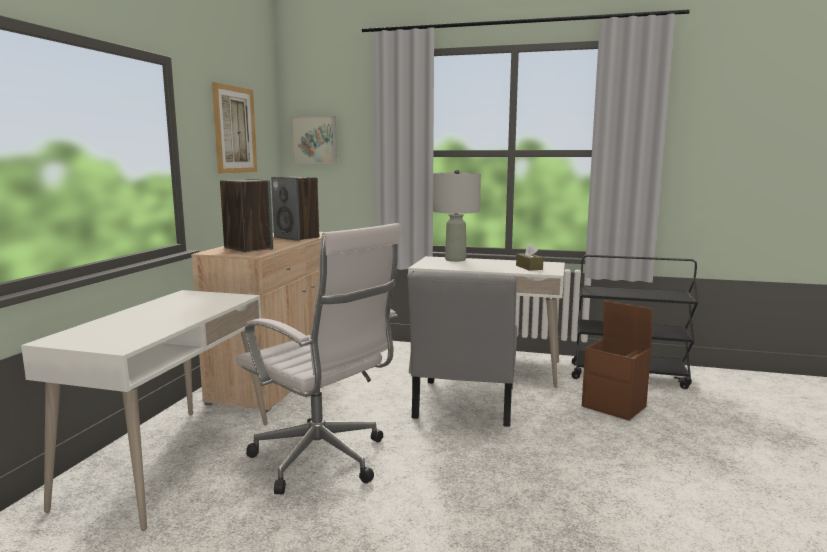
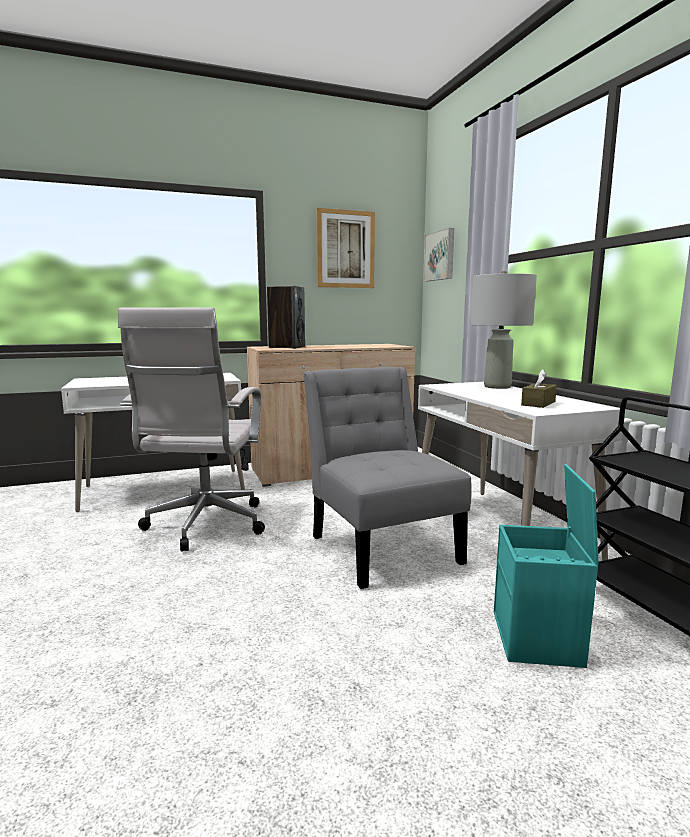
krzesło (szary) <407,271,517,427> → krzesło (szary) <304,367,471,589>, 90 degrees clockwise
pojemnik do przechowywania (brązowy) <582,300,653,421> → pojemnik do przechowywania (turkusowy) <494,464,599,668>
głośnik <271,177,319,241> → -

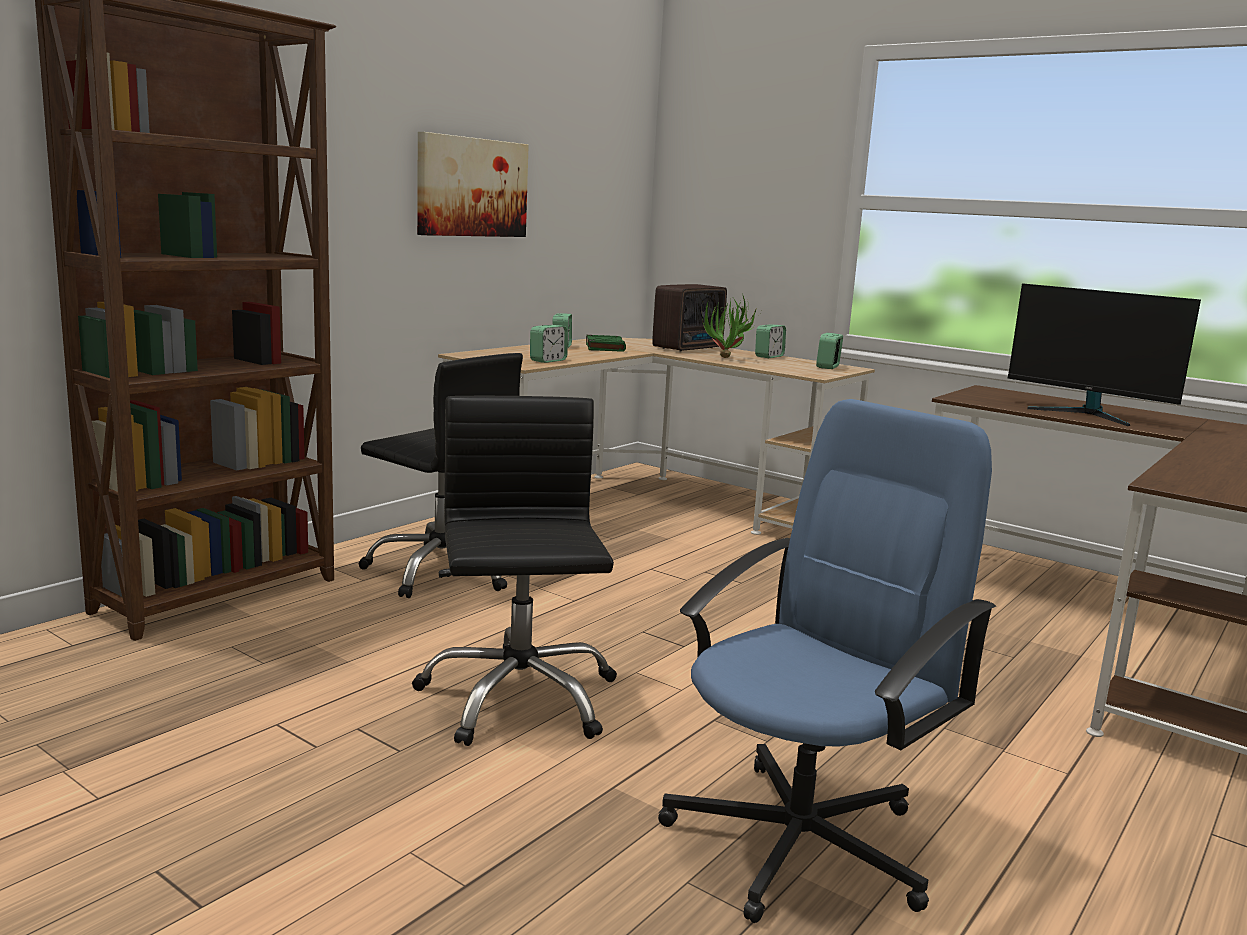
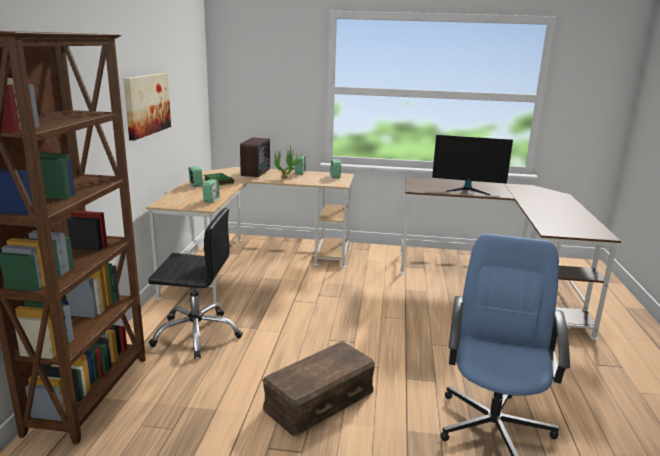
krzesło biurowe (czarny) <412,396,617,746> → pojemnik do przechowywania (brązowy) <262,342,375,436>

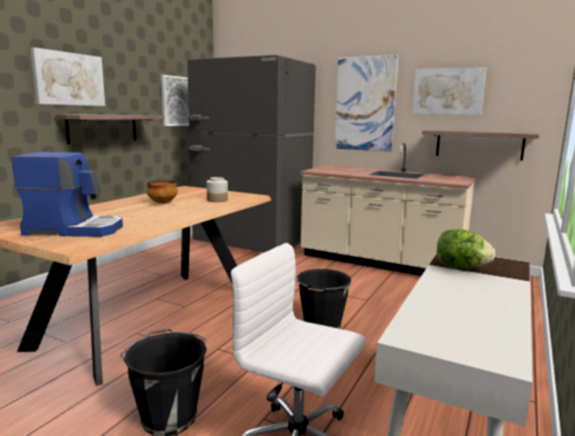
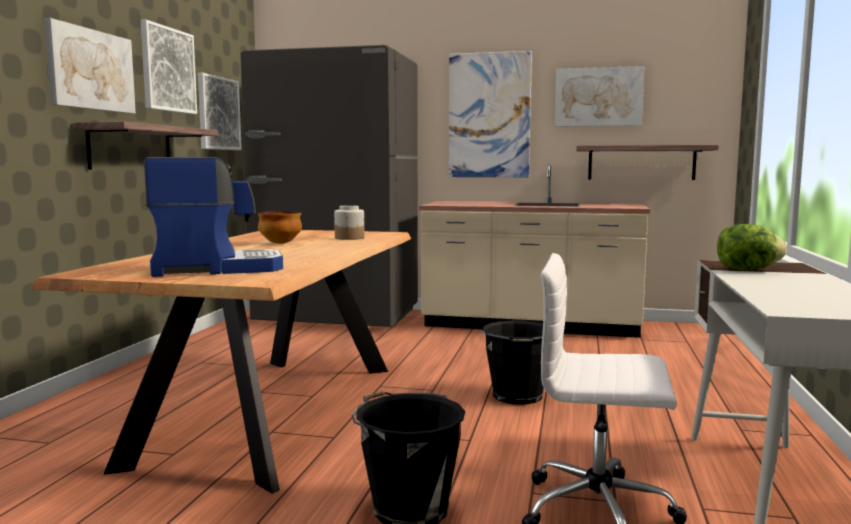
- → obraz <141,20,197,114>

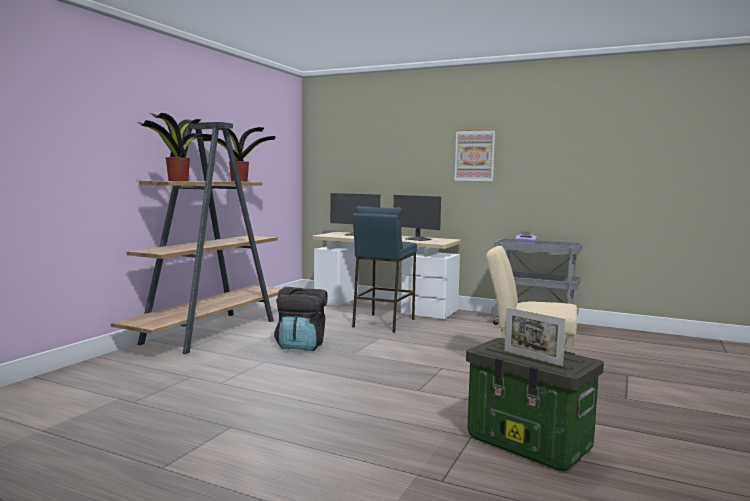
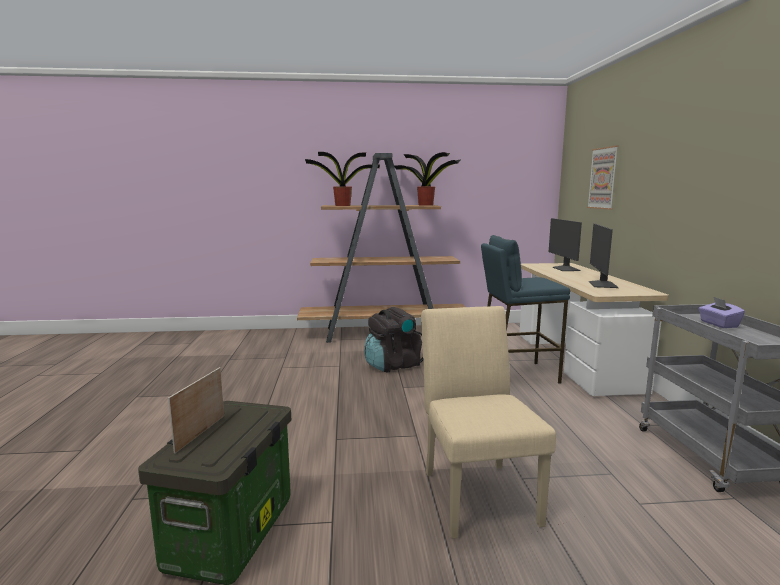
obraz <454,129,495,182> → obraz <587,145,619,210>, shifted

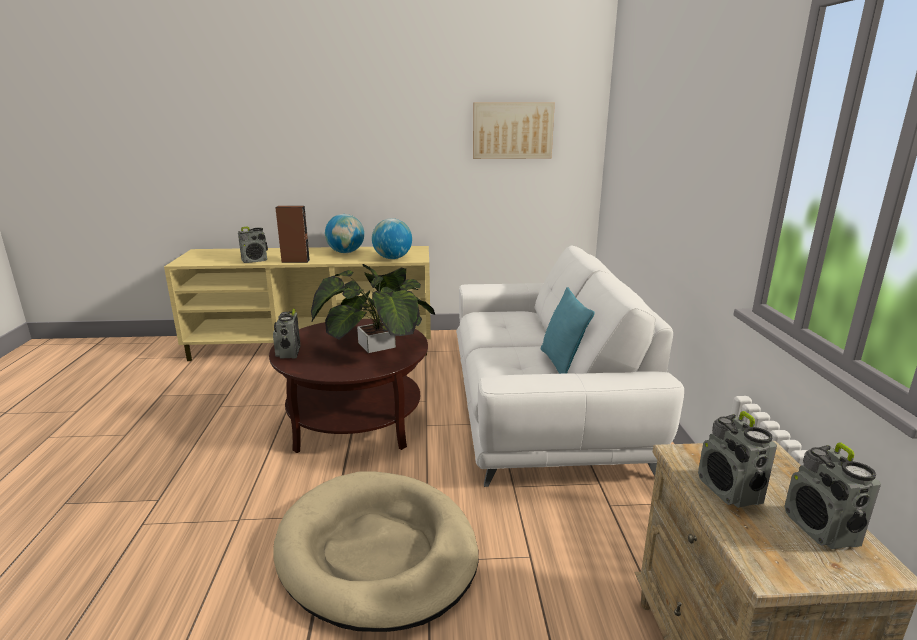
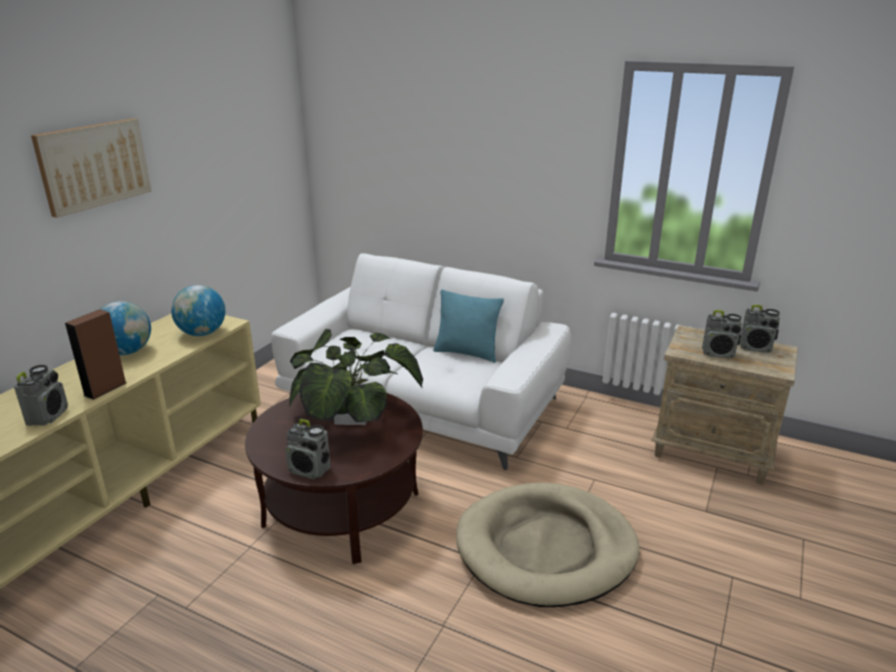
obraz <473,103,555,159> → obraz <31,118,151,218>, shifted

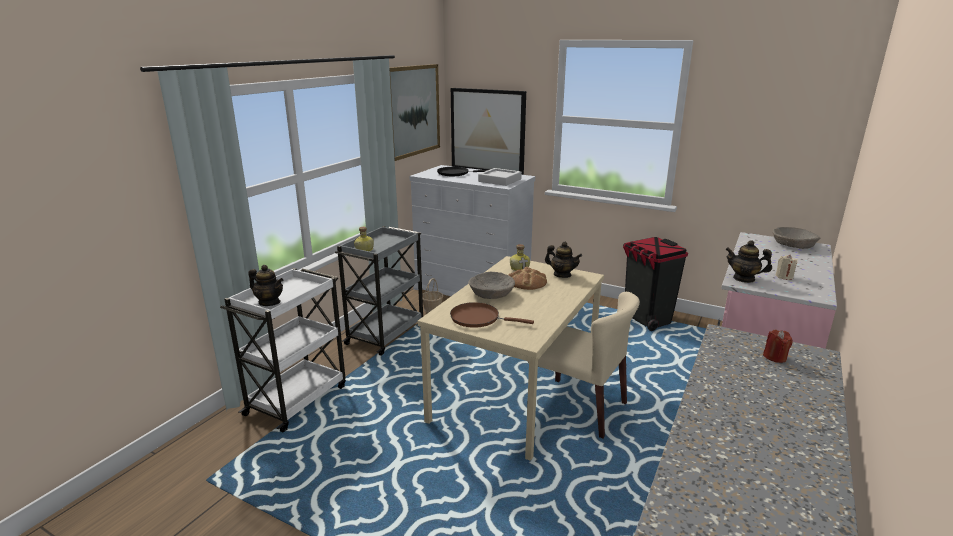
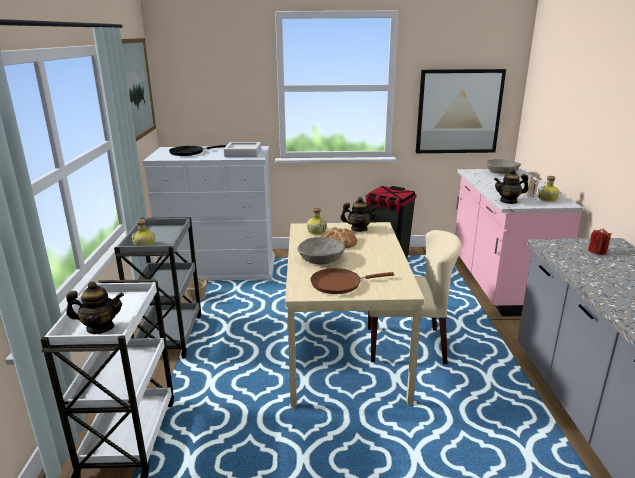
obraz <451,88,526,175> → obraz <416,69,506,153>, shifted
- → butelka <538,176,560,202>

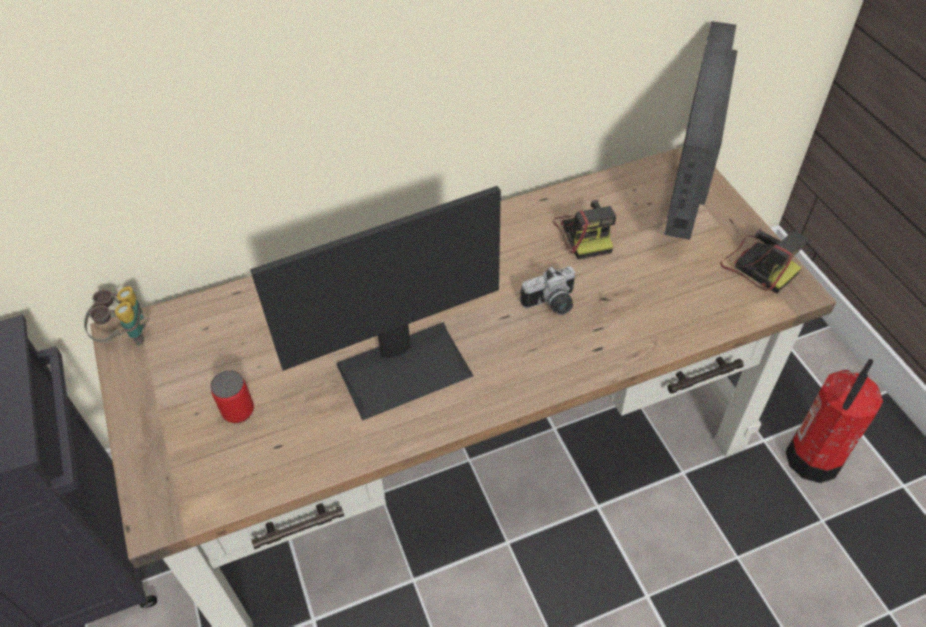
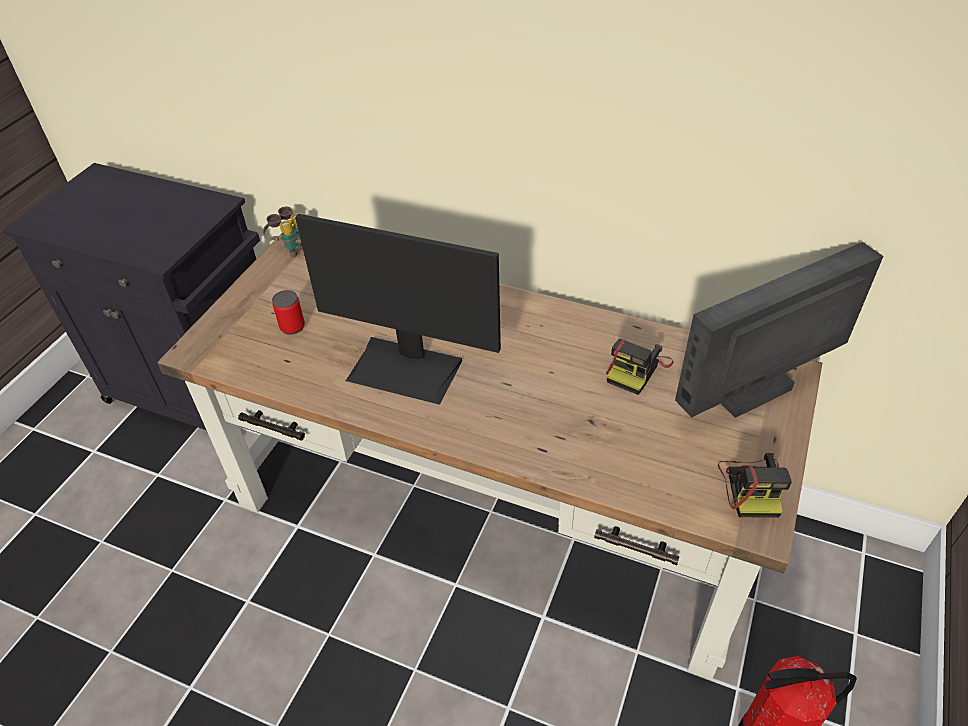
aparat fotograficzny <520,266,576,315> → -

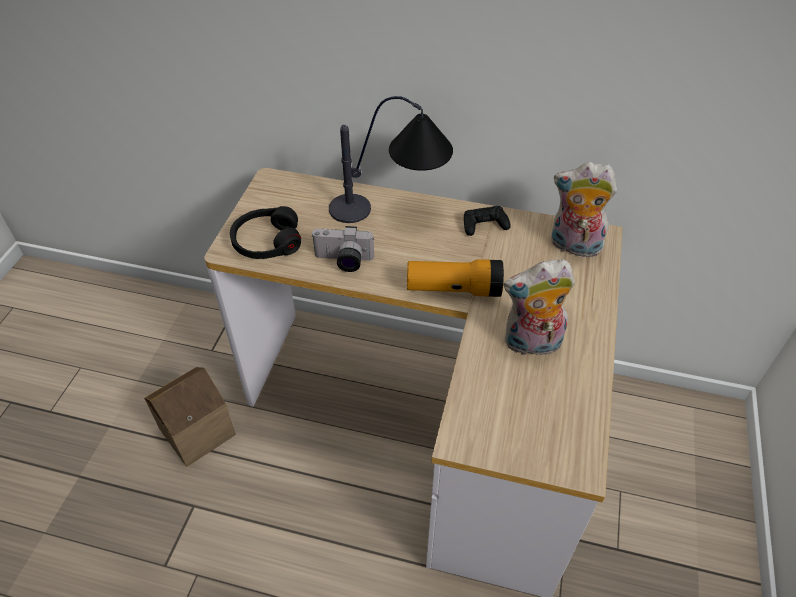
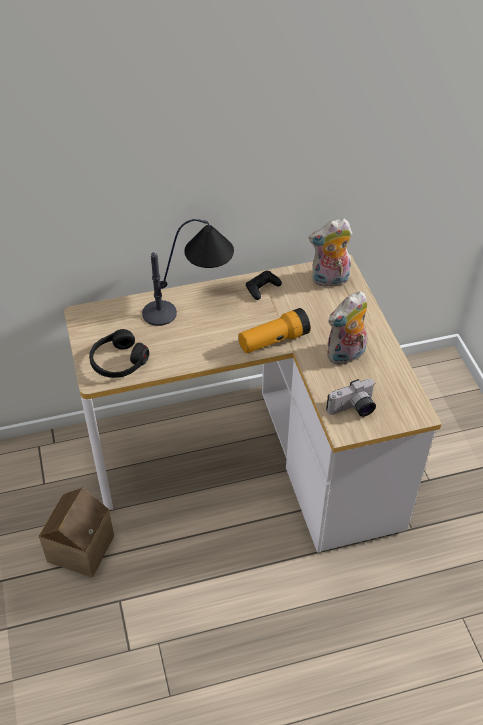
aparat fotograficzny <311,226,375,272> → aparat fotograficzny <326,379,376,417>, shifted

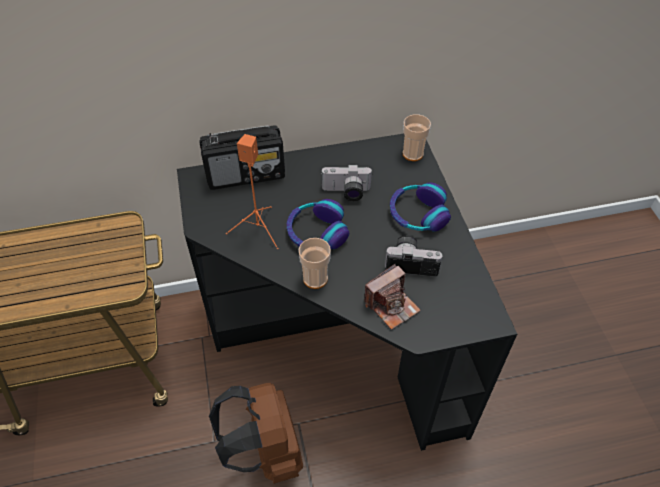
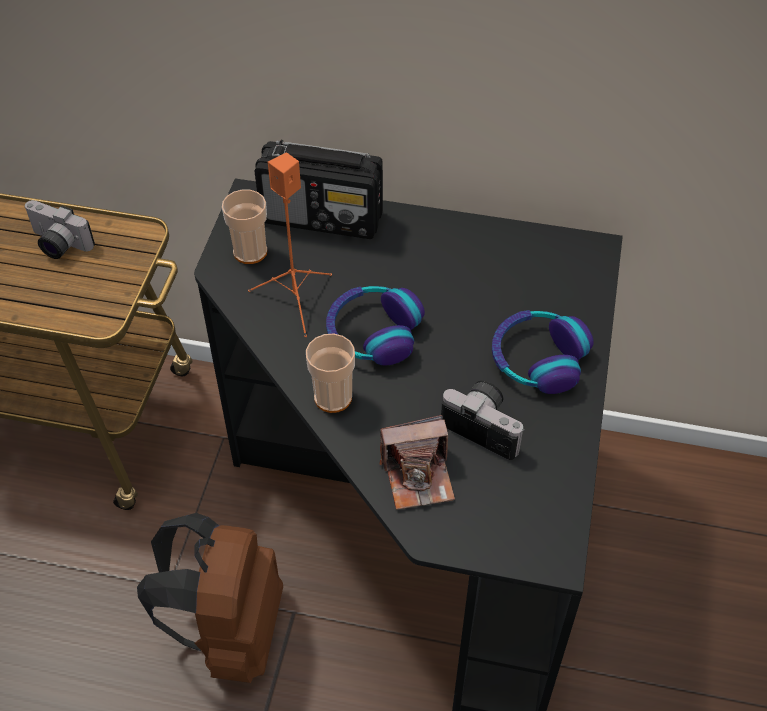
aparat fotograficzny <322,164,373,201> → aparat fotograficzny <24,200,95,259>, shifted
filiżanka <403,114,431,161> → filiżanka <222,190,267,264>, shifted

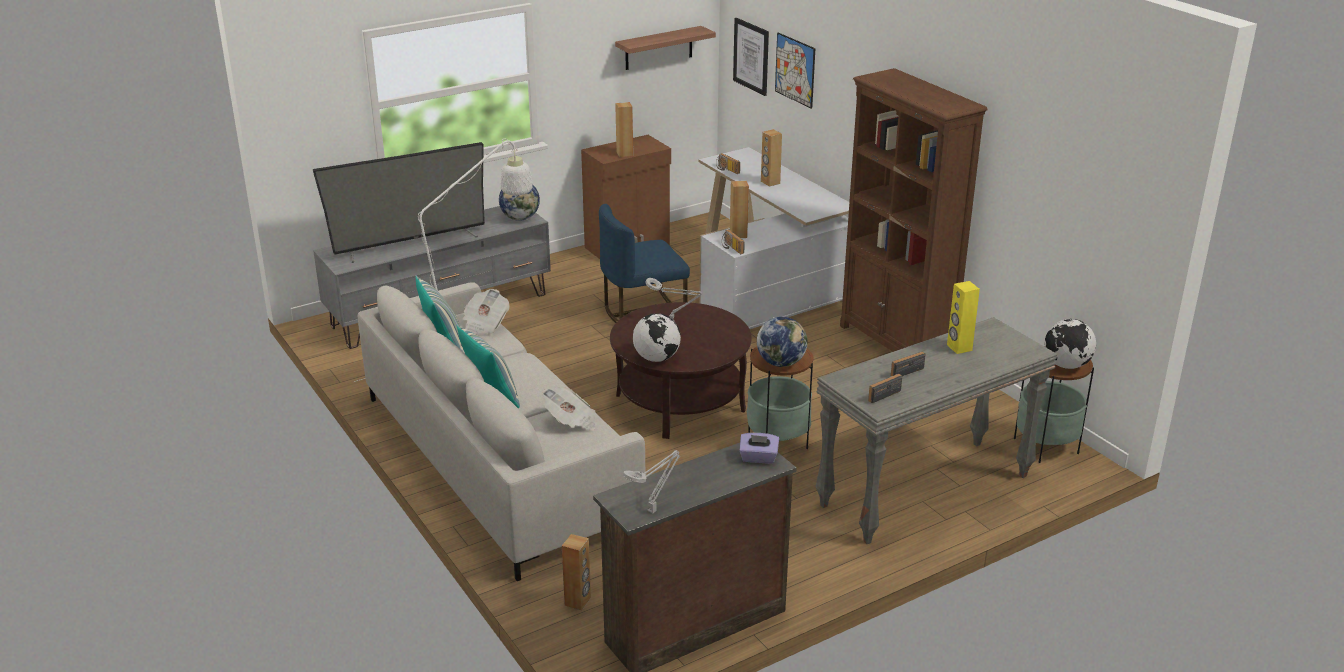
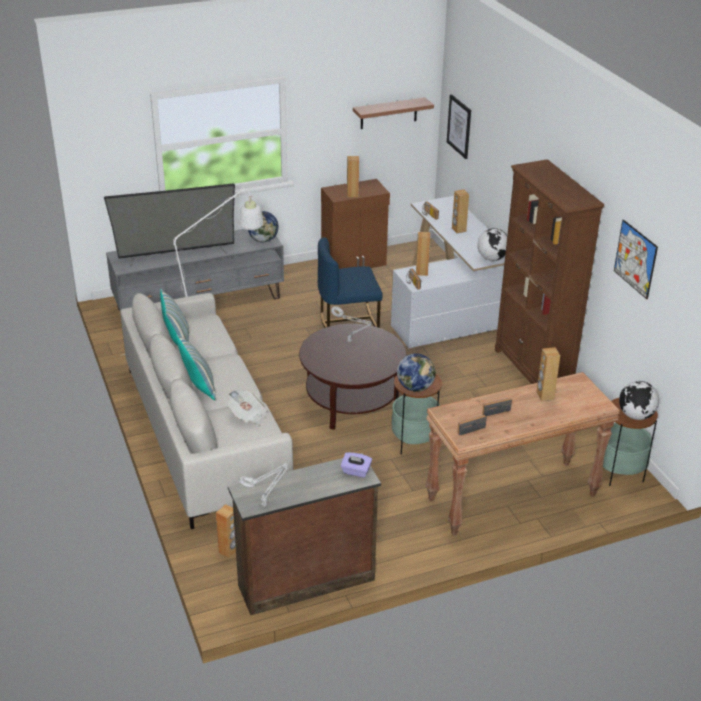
stolik konsolowy (szary) <815,317,1057,544> → stolik konsolowy (brązowy) <425,372,620,536>
globus <633,313,681,362> → globus <477,228,507,261>, shifted
głośnik (żółty) <947,281,980,354> → głośnik (brązowy) <536,347,560,401>
obraz <775,33,815,109> → obraz <614,220,658,299>, shifted
gazeta <463,289,509,335> → -

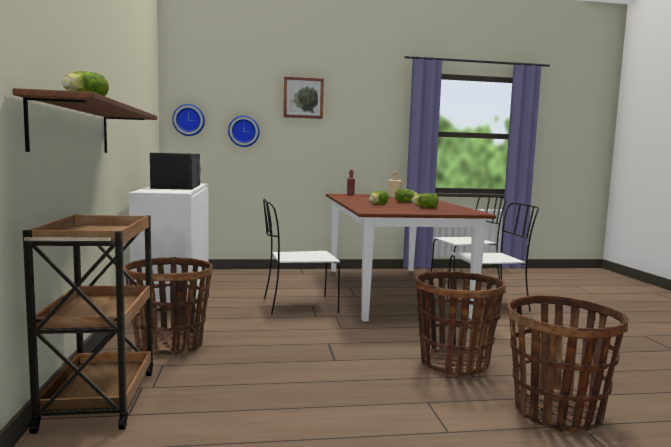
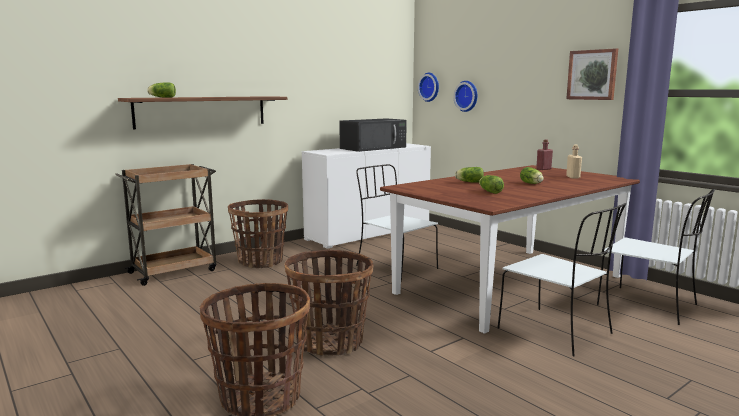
obraz <283,77,324,119> → obraz <566,48,618,100>, shifted

